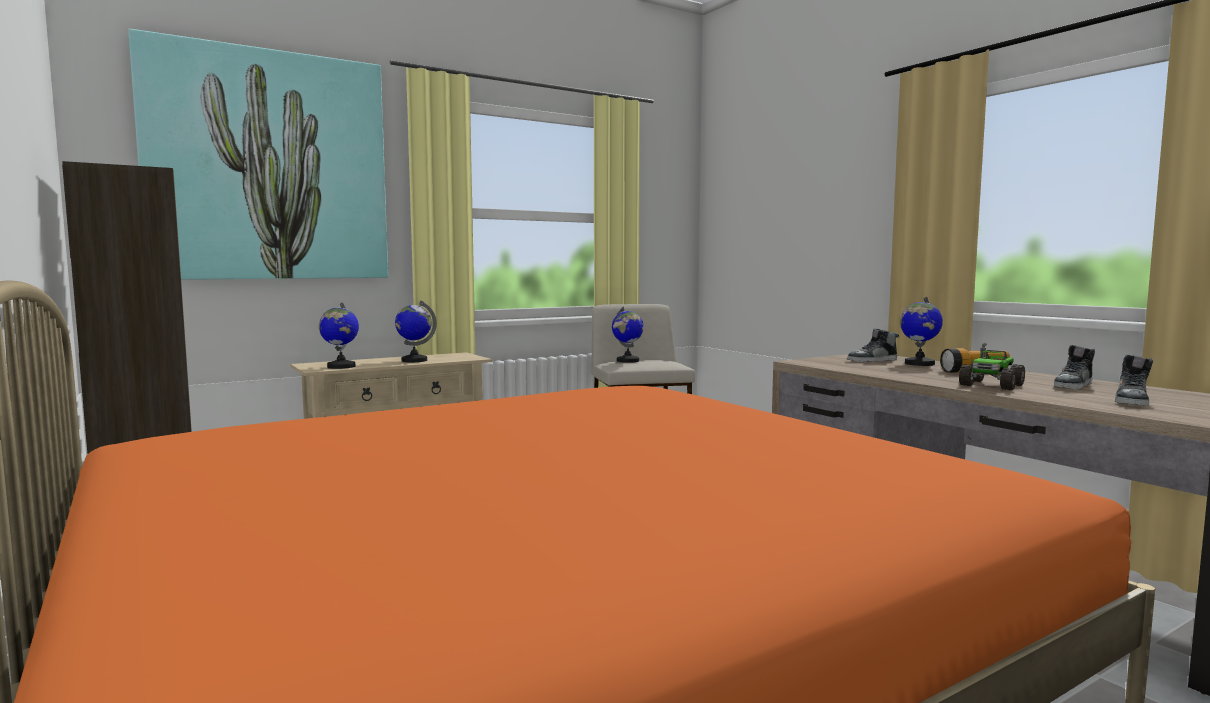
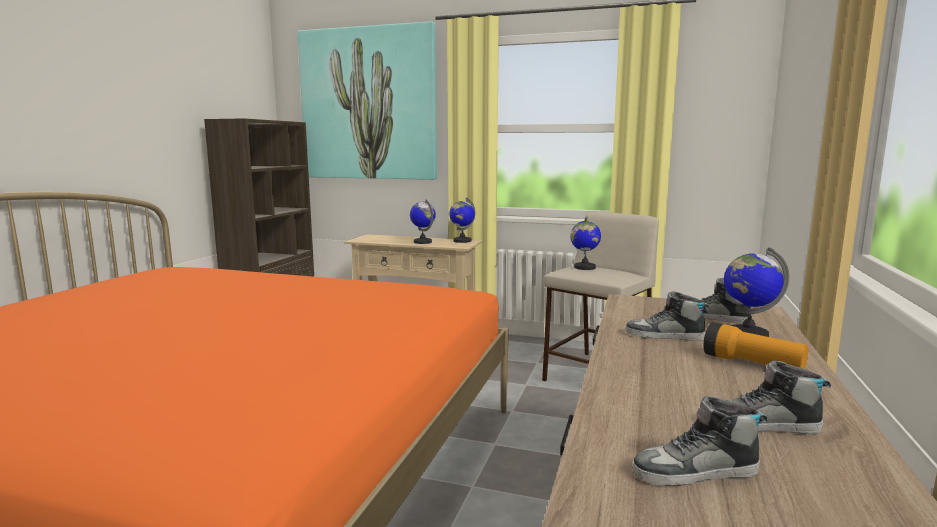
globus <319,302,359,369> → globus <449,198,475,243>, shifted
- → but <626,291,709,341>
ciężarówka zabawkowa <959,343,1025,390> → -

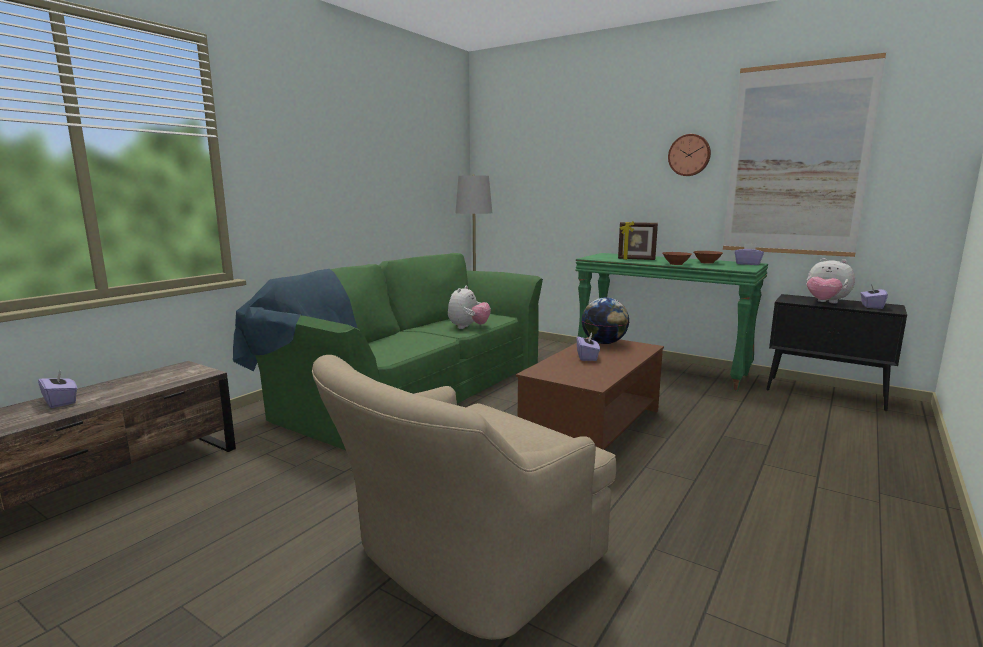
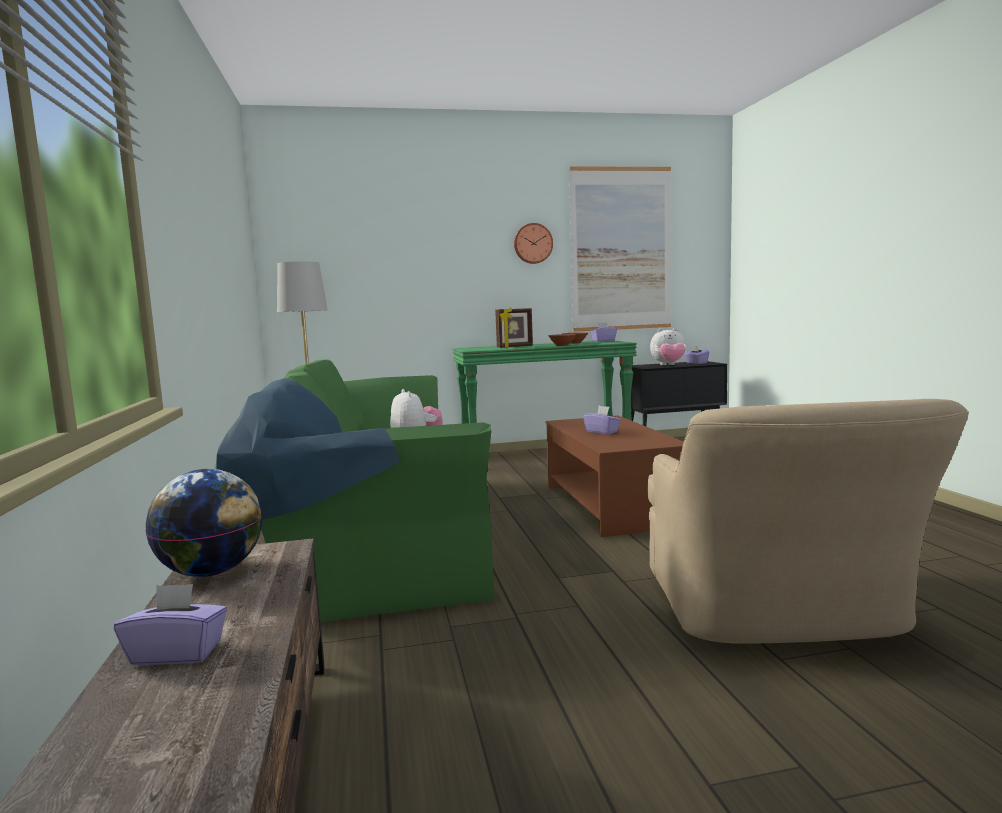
globus <581,297,629,344> → globus <145,469,263,577>, shifted

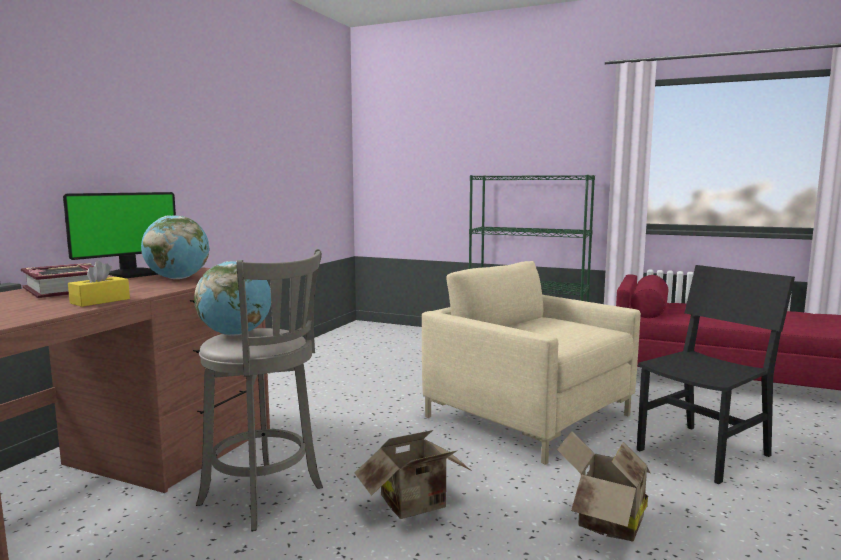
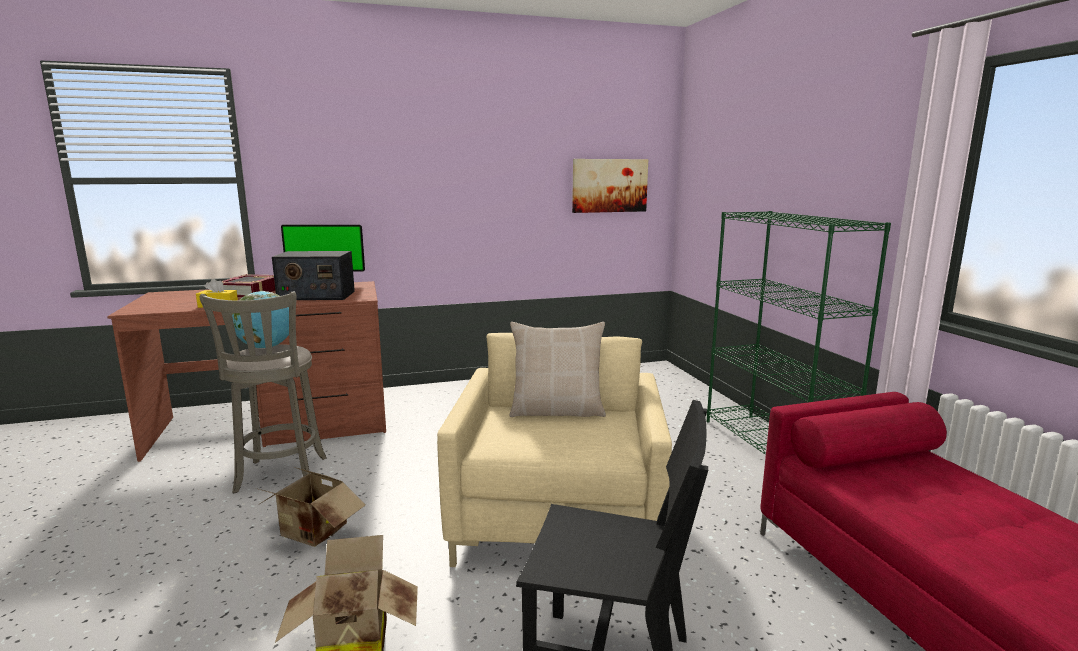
globus <141,216,210,279> → radio <272,251,355,300>
- → poduszka (beżowy) <510,322,606,417>
- → obraz <572,159,648,213>

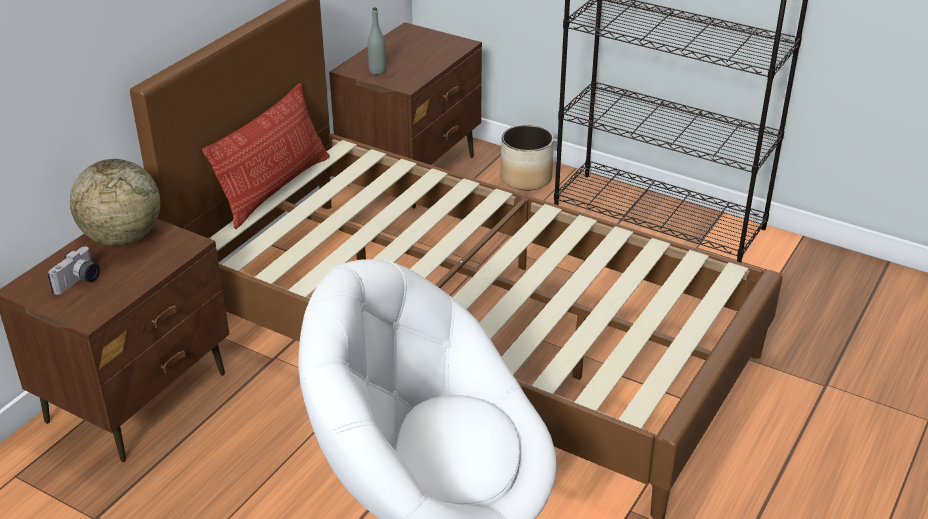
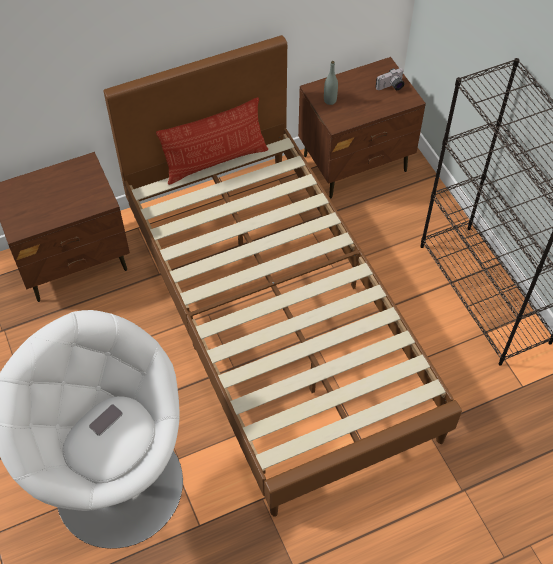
- → telefon <89,404,123,436>
aparat fotograficzny <48,246,100,295> → aparat fotograficzny <376,68,405,90>, shifted
globus <70,159,160,246> → -
donica <500,125,554,190> → -

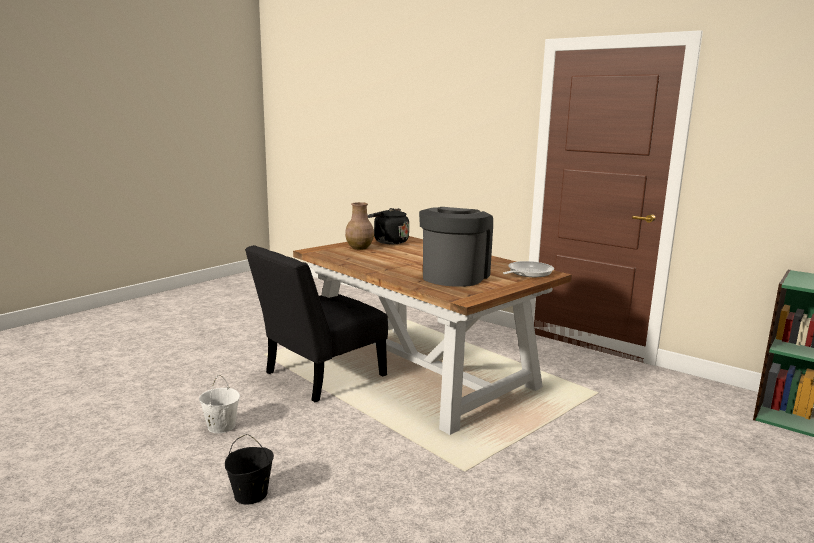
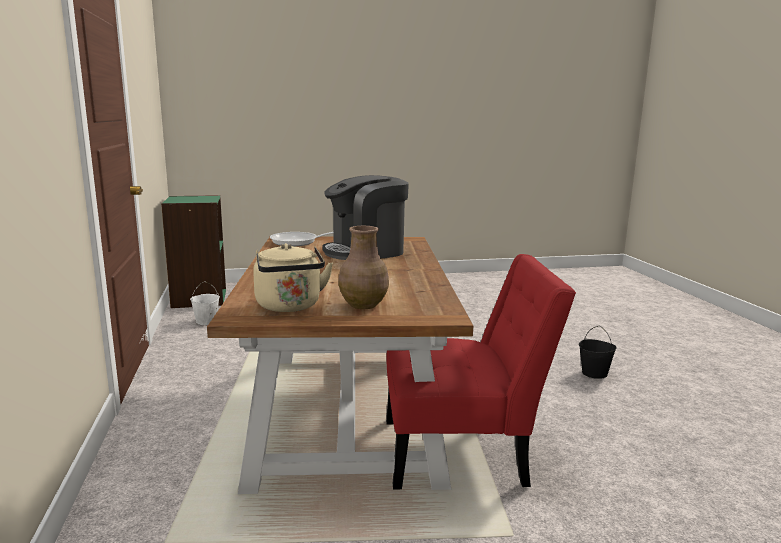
wiadro (biały) <199,375,240,433> → wiadro (biały) <190,281,220,325>, shifted
czajnik (czarny) <367,208,409,244> → czajnik (beżowy) <253,243,333,312>
krzesło (czarny) <245,245,388,402> → krzesło (czerwony) <386,254,576,490>

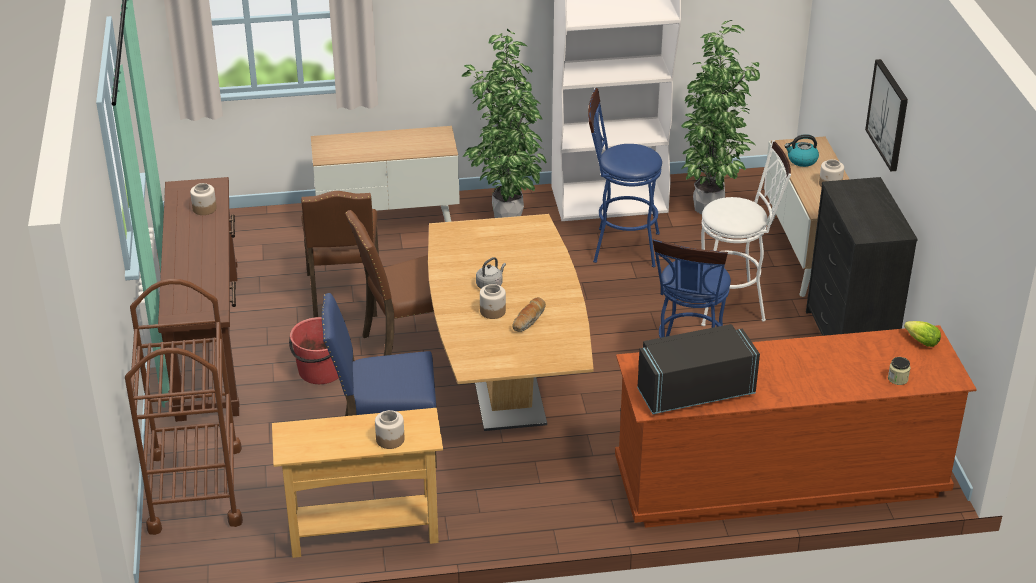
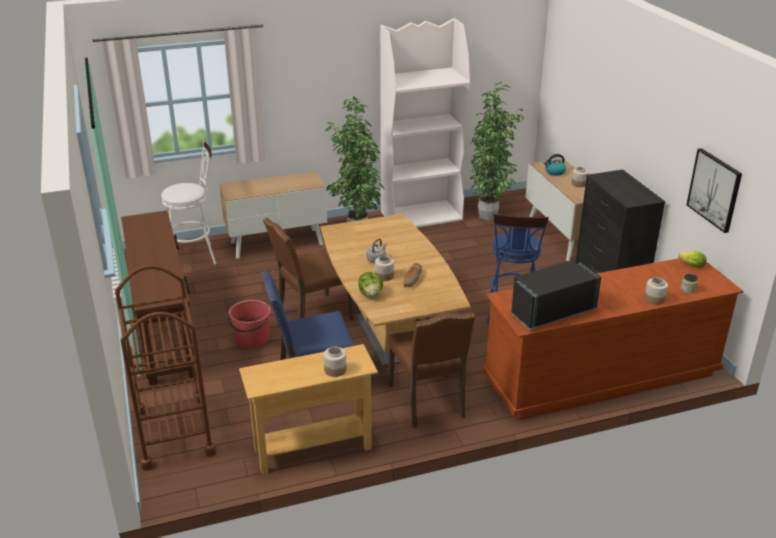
stołek (biały) <701,140,791,326> → stołek (biały) <161,141,216,264>, shifted
- → sałata <358,272,383,297>
krzesło (brązowy) <301,191,379,317> → krzesło (brązowy) <388,312,475,428>, shifted
słoik <190,183,217,215> → słoik <644,277,668,305>, shifted
obraz <865,59,908,171> → obraz <686,148,742,233>, shifted
stołek (niebieski) <588,88,662,267> → -

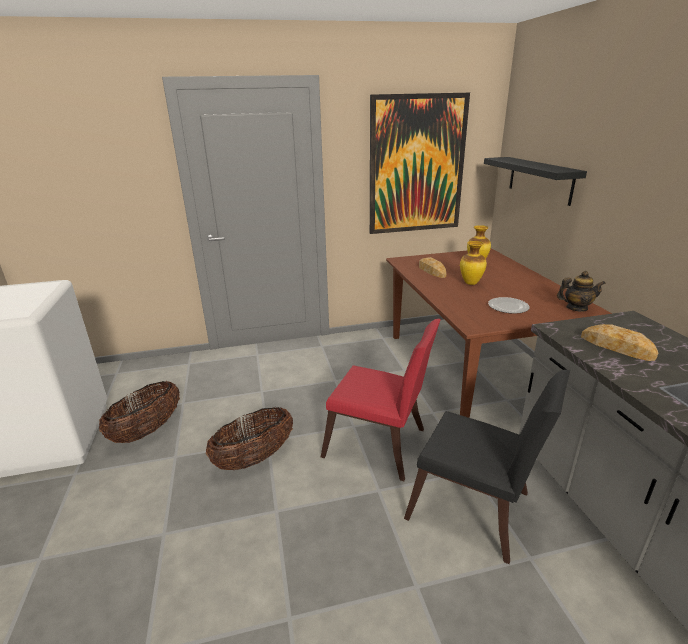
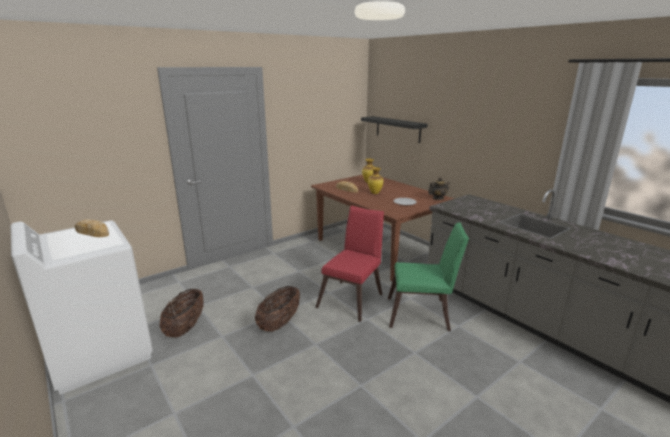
chleb <581,324,658,361> → chleb <75,219,109,237>, shifted
krzesło (czerwony) <321,319,441,481> → krzesło (czerwony) <315,205,384,322>, 60 degrees counterclockwise
krzesło (czarny) <404,370,570,564> → krzesło (zielony) <388,222,469,331>
obraz <370,93,470,234> → -

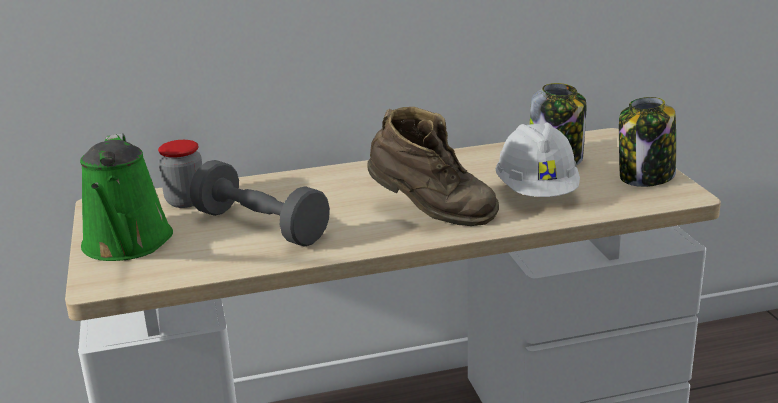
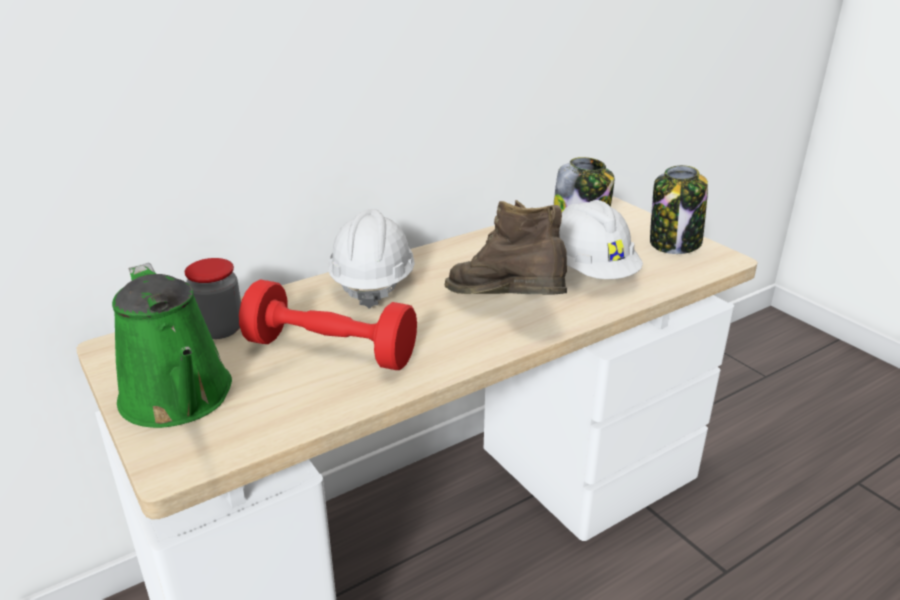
hantel (szary) <190,160,330,247> → hantel (czerwony) <239,279,417,370>
- → kask (biały) <328,209,415,309>
but z cholewką (brązowy) <368,107,499,226> → but z cholewką (brązowy) <445,200,567,294>, 135 degrees counterclockwise

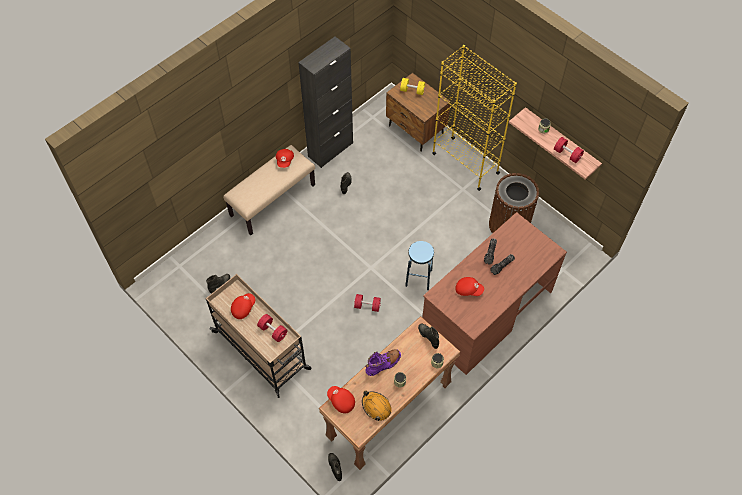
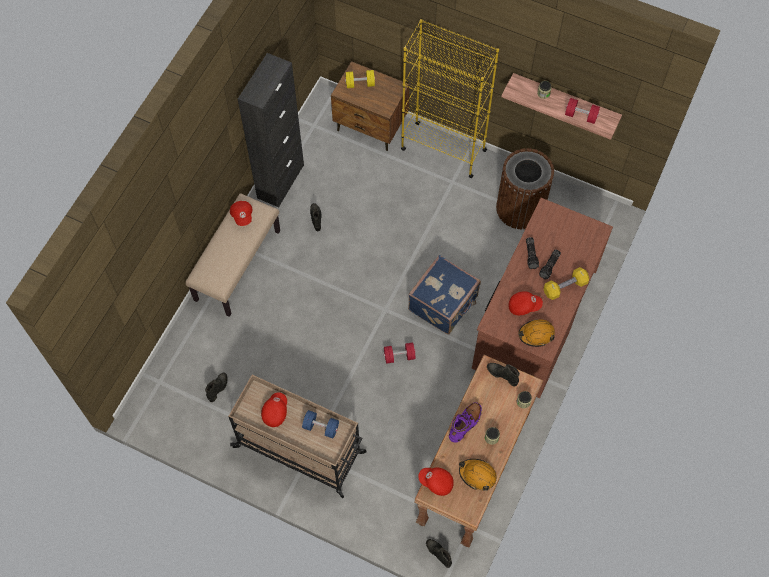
hantel (czerwony) <257,314,288,342> → hantel (niebieski) <302,410,339,438>
stołek (niebieski) <405,241,434,290> → walizka (niebieski) <408,255,481,335>
- → kask (pomarańczowy) <518,319,555,347>
- → hantel (żółty) <544,267,589,300>

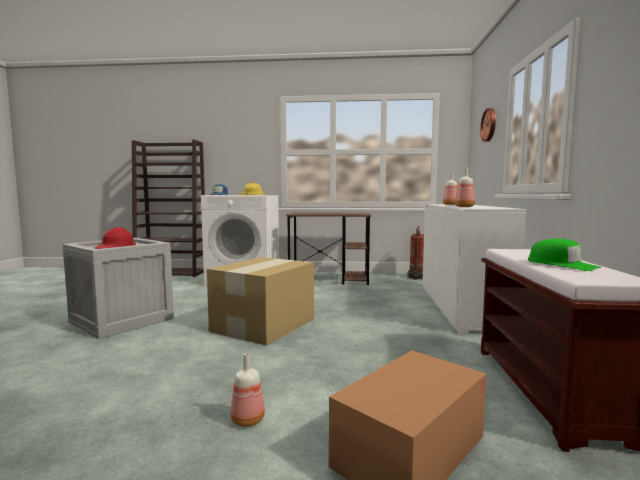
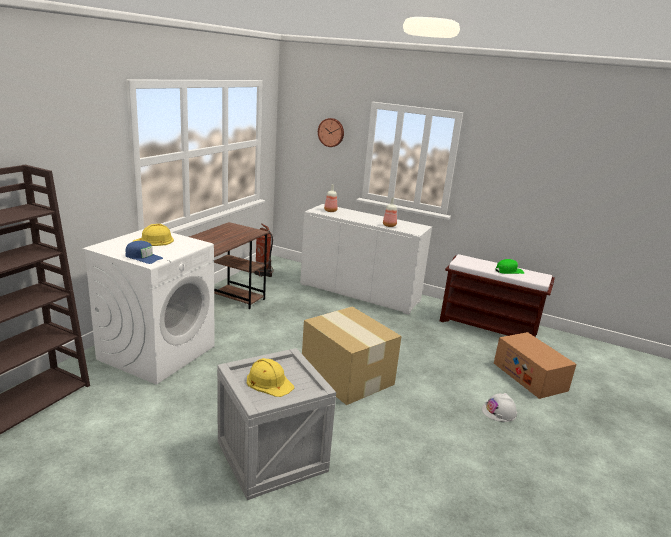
kask (czerwony) <94,227,136,249> → kask (żółty) <247,358,294,397>
butelka <230,353,265,427> → kask (biały) <482,393,517,422>

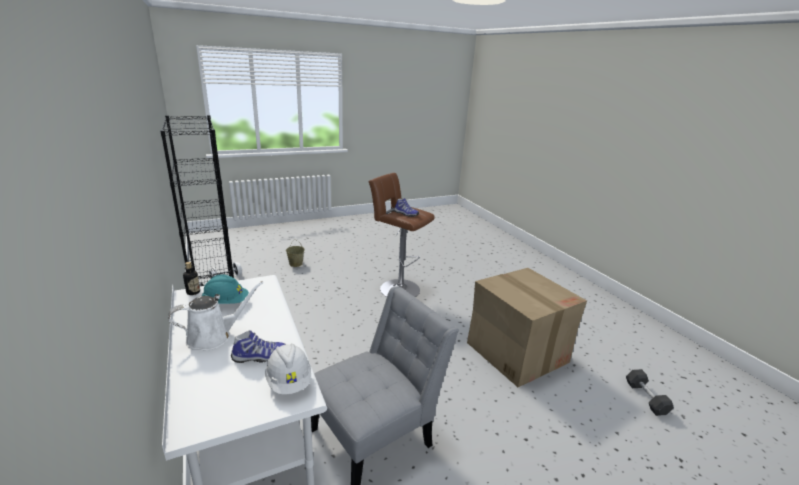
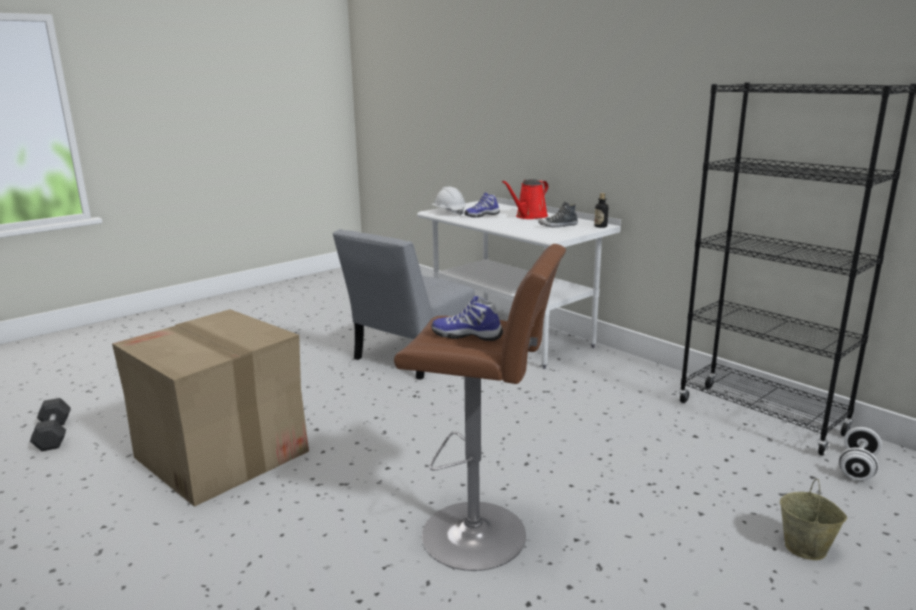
konewka (biały) <168,281,263,350> → konewka (czerwony) <502,179,549,219>
kask (turkusowy) <202,274,249,304> → but <538,201,578,228>

